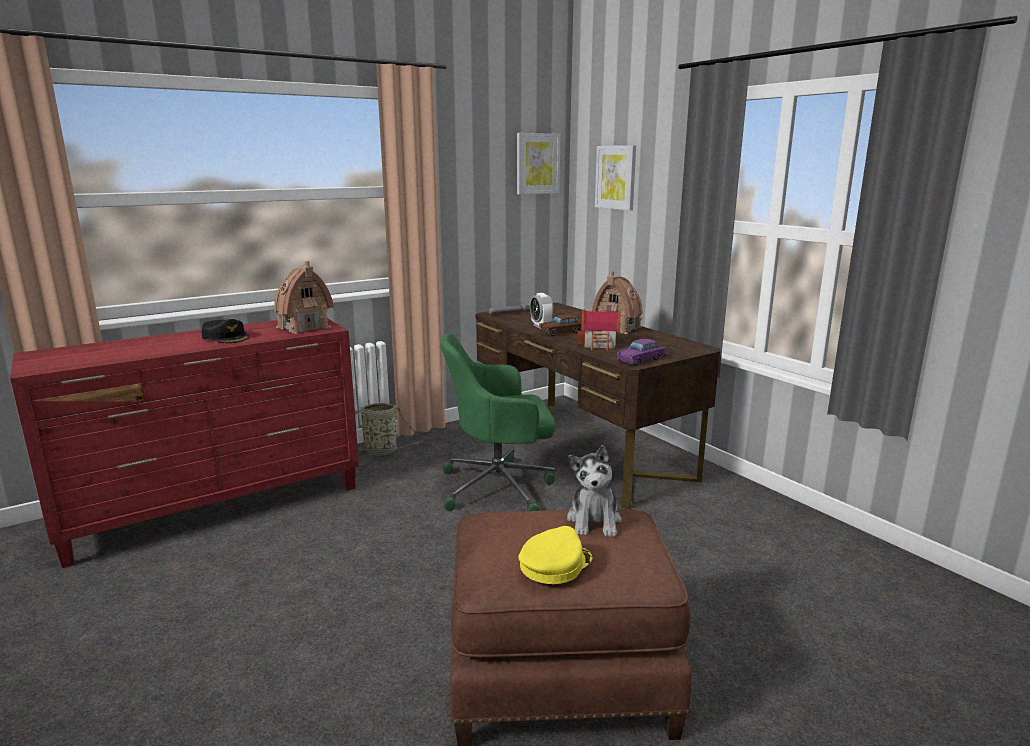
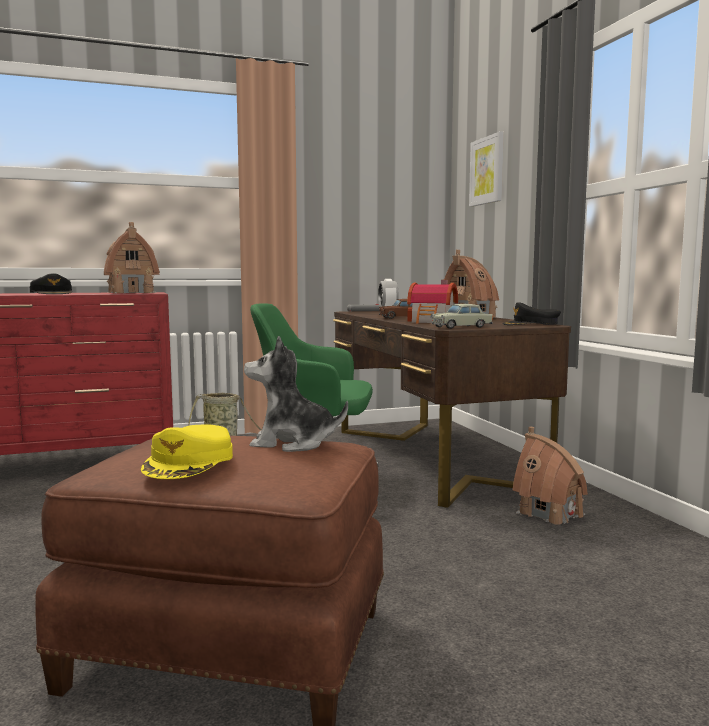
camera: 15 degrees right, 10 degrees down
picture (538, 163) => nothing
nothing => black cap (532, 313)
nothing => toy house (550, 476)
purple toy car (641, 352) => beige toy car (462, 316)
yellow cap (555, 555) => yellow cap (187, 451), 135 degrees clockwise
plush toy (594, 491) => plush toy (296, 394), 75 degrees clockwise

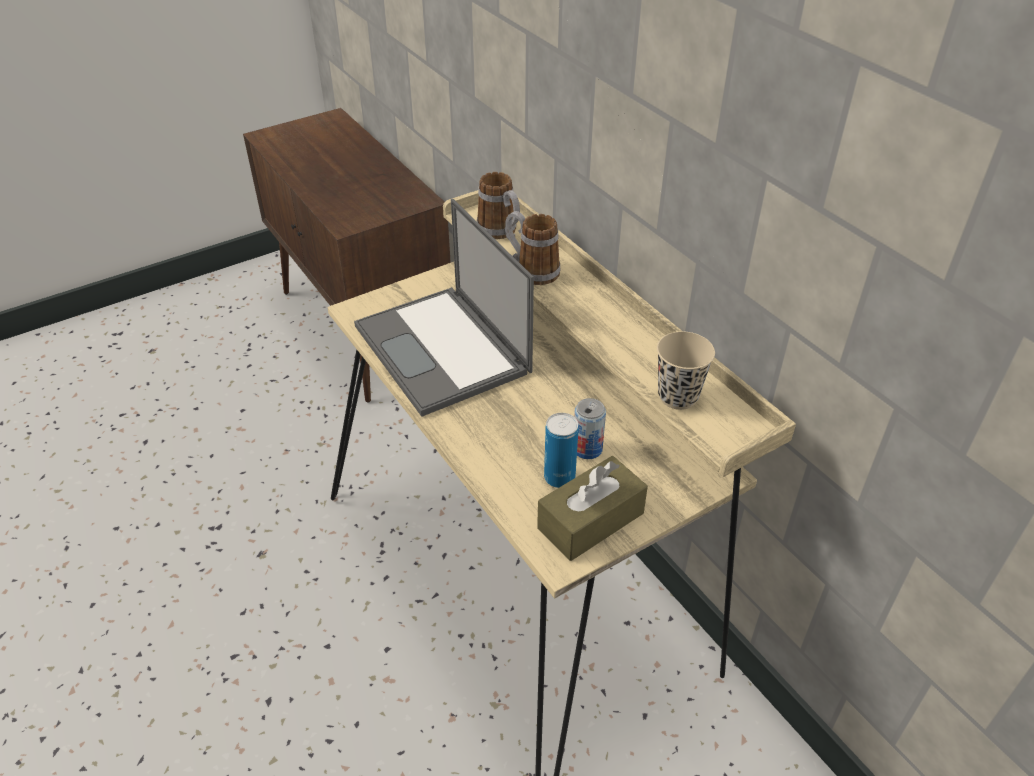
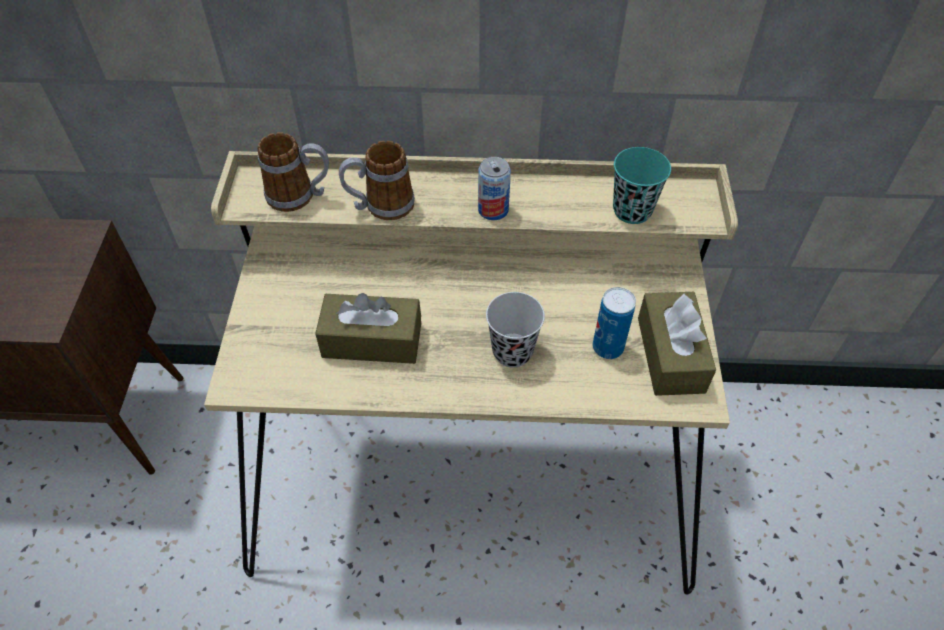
camera: 55 degrees left, 10 degrees up
nothing => black cup (515, 330)
can (590, 428) => can (494, 188), shifted
laptop (444, 308) => brown tissue box (368, 328)
beige cup (686, 370) => turquoise cup (642, 185)

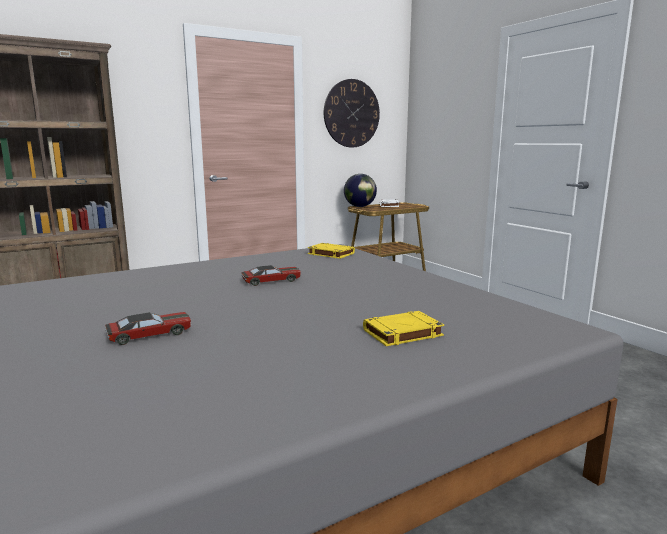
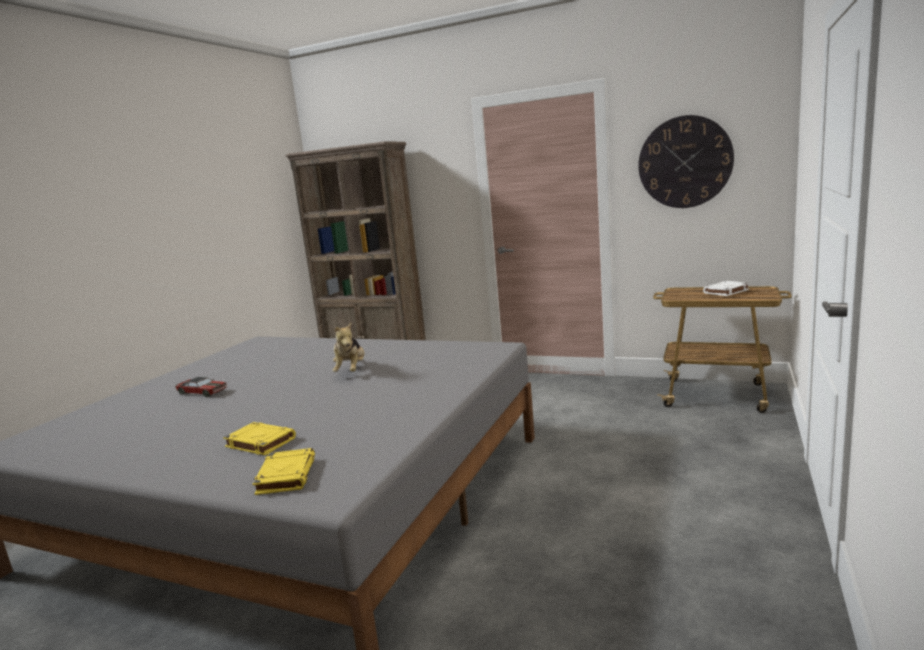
camera: 55 degrees right, 0 degrees up
globe (360, 190) => nothing
yellow book (331, 251) => yellow book (284, 471), shifted
toy car (271, 275) => plush toy (348, 347)

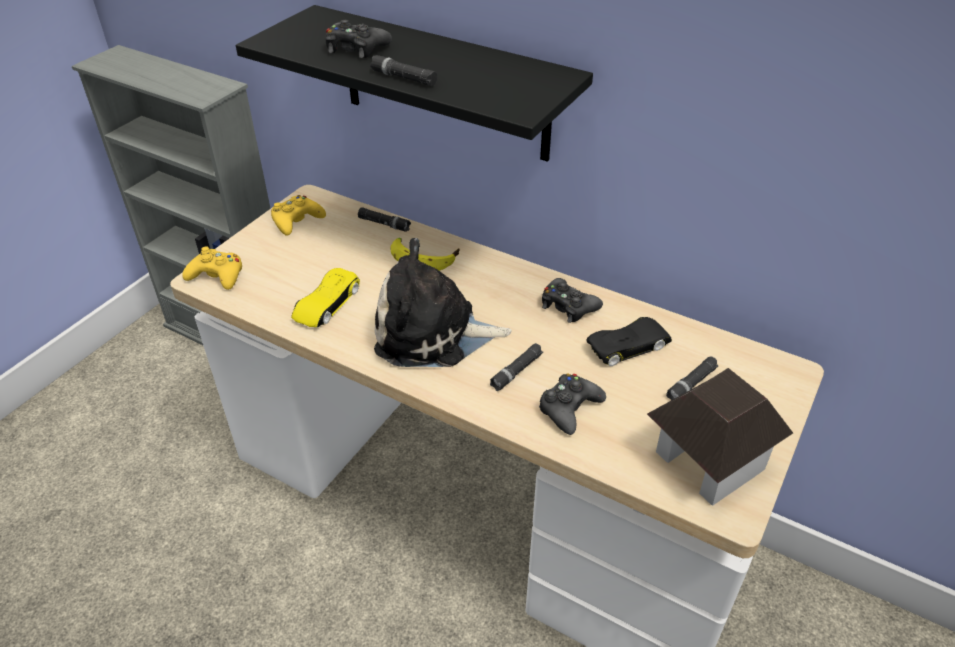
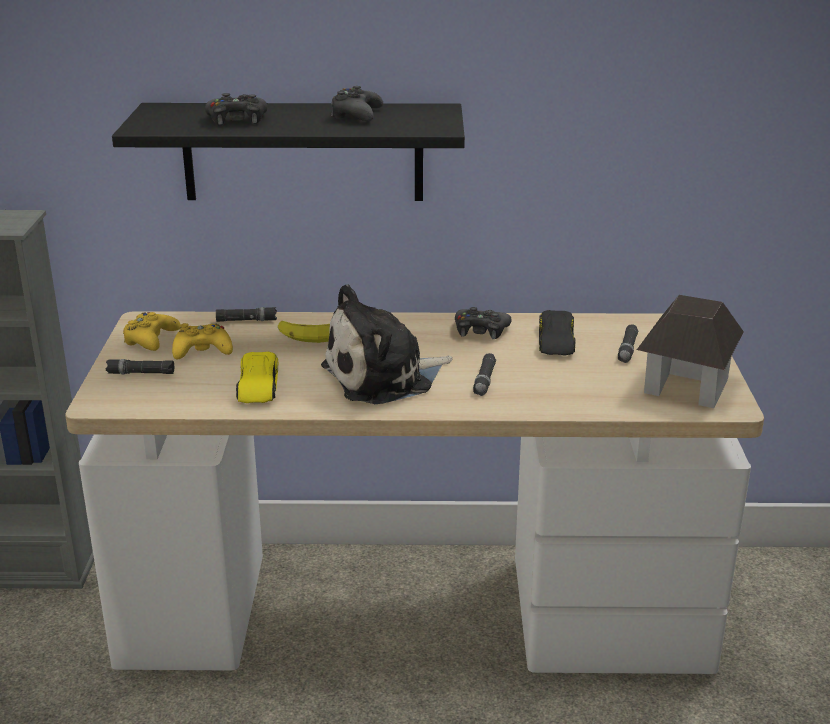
camera: 30 degrees left, 15 degrees down
yellow game controller (212, 268) => yellow game controller (202, 341), shifted
black flashlight (404, 71) => black flashlight (140, 366), shifted
black game controller (572, 404) => black game controller (356, 103), shifted
black toy car (629, 341) => black toy car (557, 333), 150 degrees clockwise

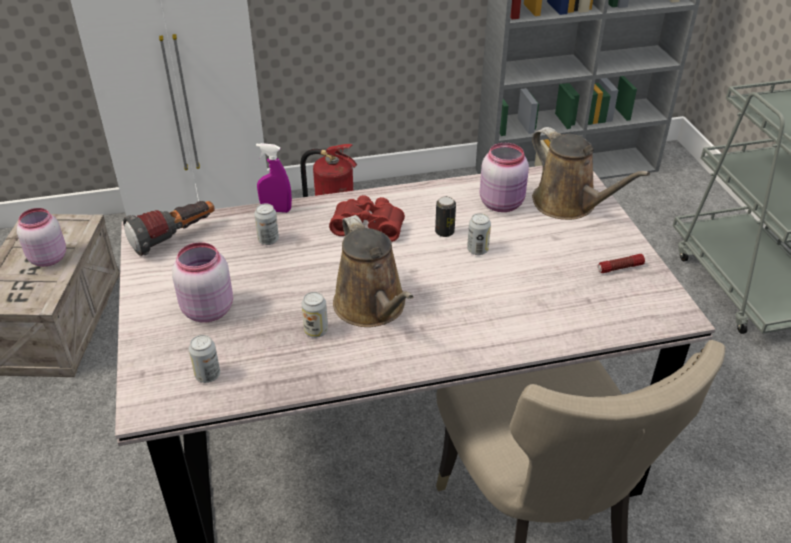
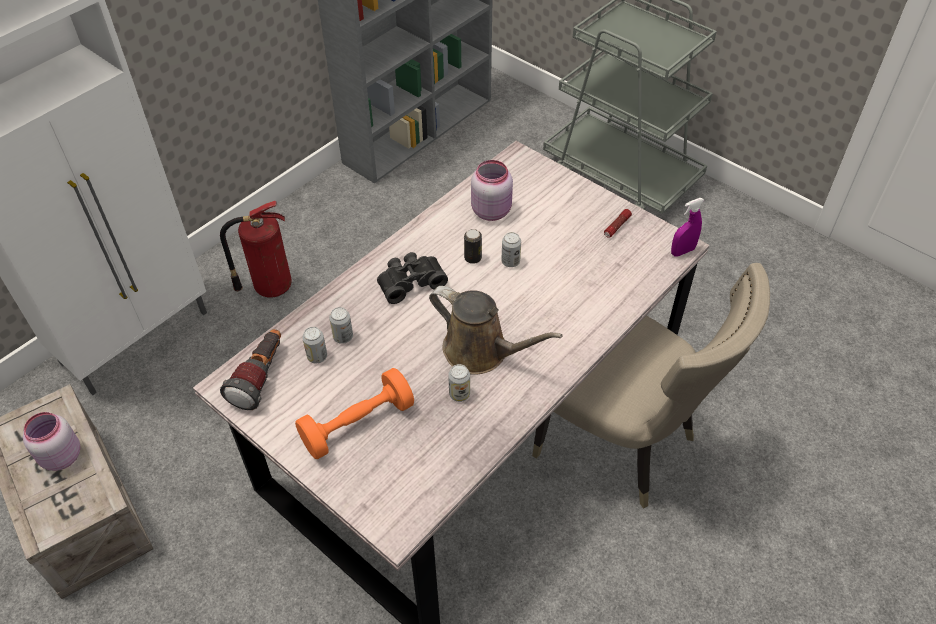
camera: 35 degrees left, 10 degrees up
brown watering can (591, 173) => nothing
can (204, 359) => can (314, 345), shifted
purple spray bottle (274, 178) => purple spray bottle (688, 227), shifted
pink jar (202, 282) => orange dumbbell (354, 413)
red binoculars (367, 218) => black binoculars (412, 278)

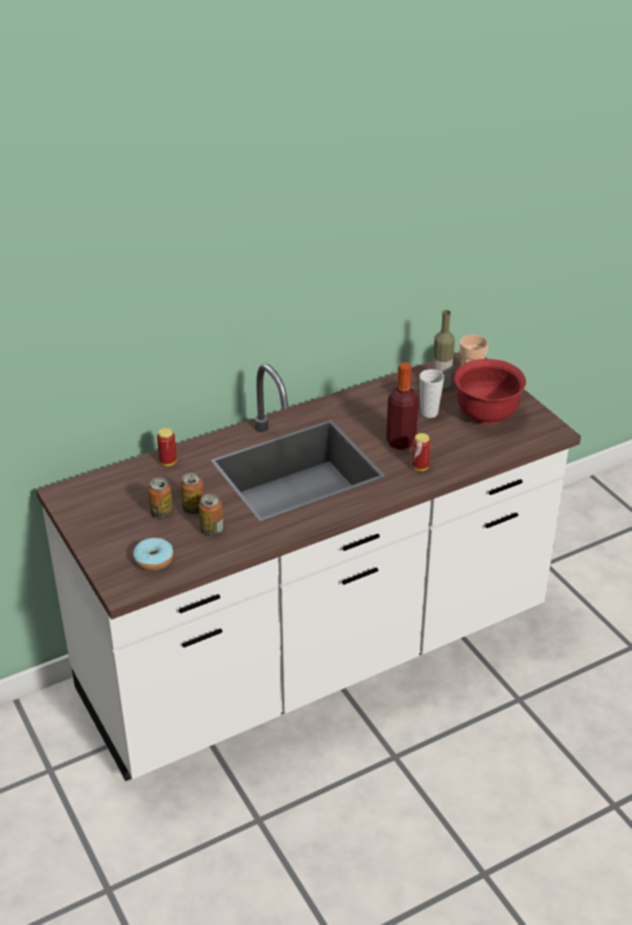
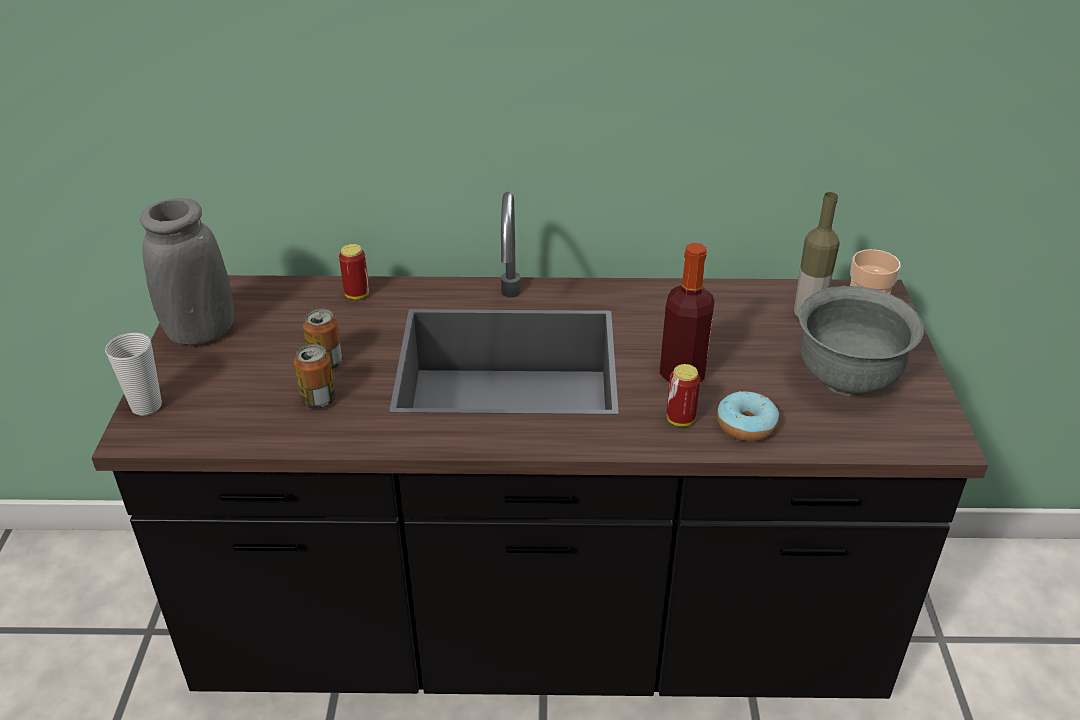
camera: 30 degrees right, 0 degrees up
can (160, 498) => nothing
nothing => grey vase (187, 271)
donut (153, 554) => donut (748, 416), shifted
cup (431, 393) => cup (133, 374), shifted
white counter (308, 566) => black counter (539, 445)
red bowl (490, 392) => grey bowl (861, 341)

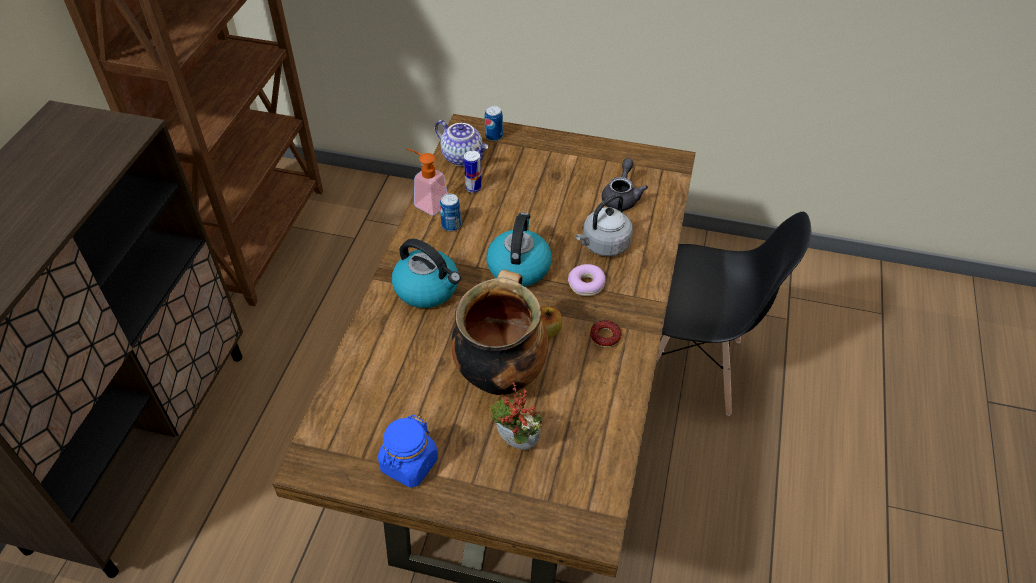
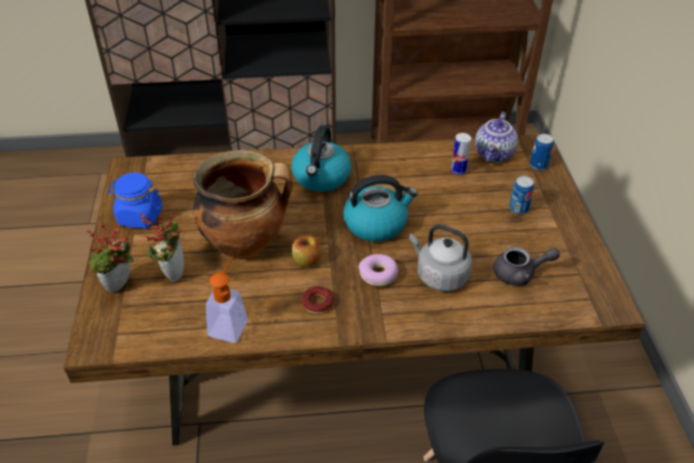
camera: 70 degrees right, 5 degrees down
nothing => potted plant (110, 258)
soap dispenser (427, 182) => soap dispenser (227, 300), shifted
can (450, 212) => can (521, 195), shifted

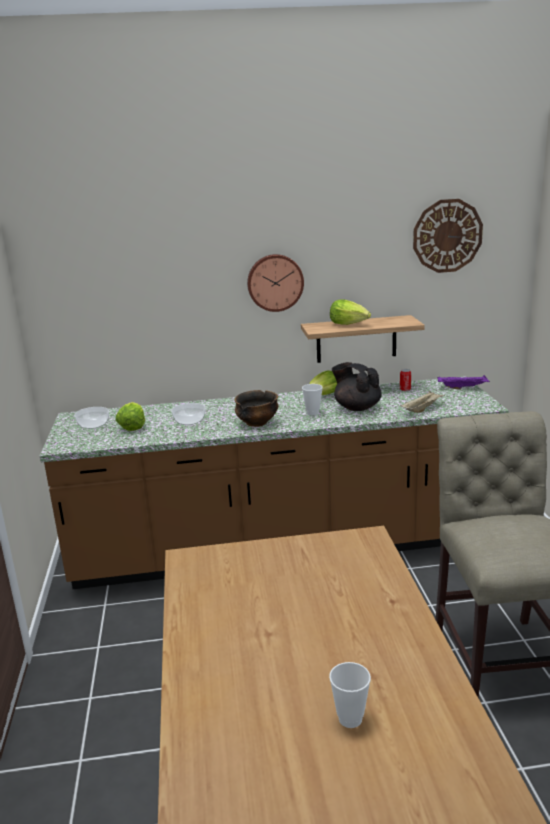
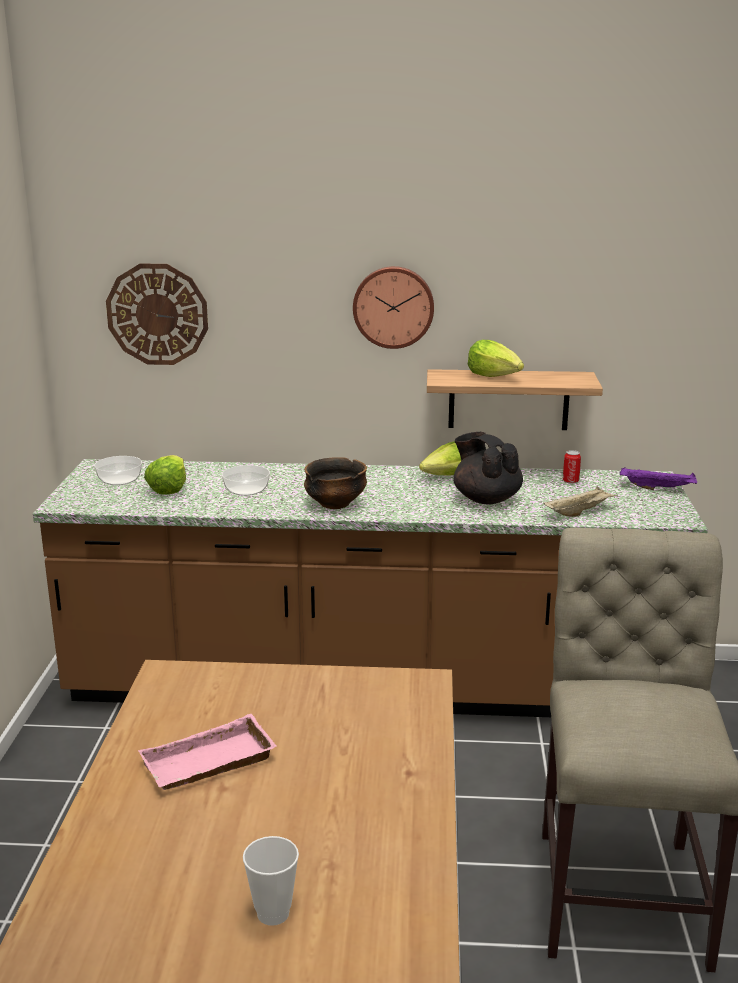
camera: 10 degrees right, 0 degrees up
cup (312, 400) => nothing
nothing => pink tray (207, 752)
wall clock (448, 236) => wall clock (157, 314), shifted

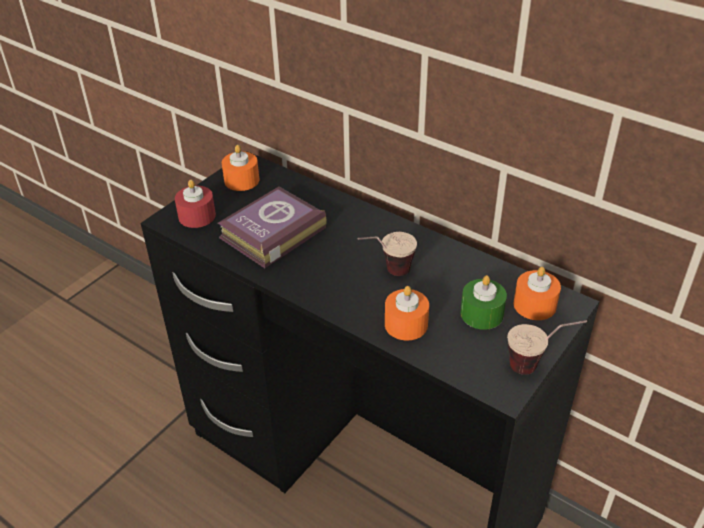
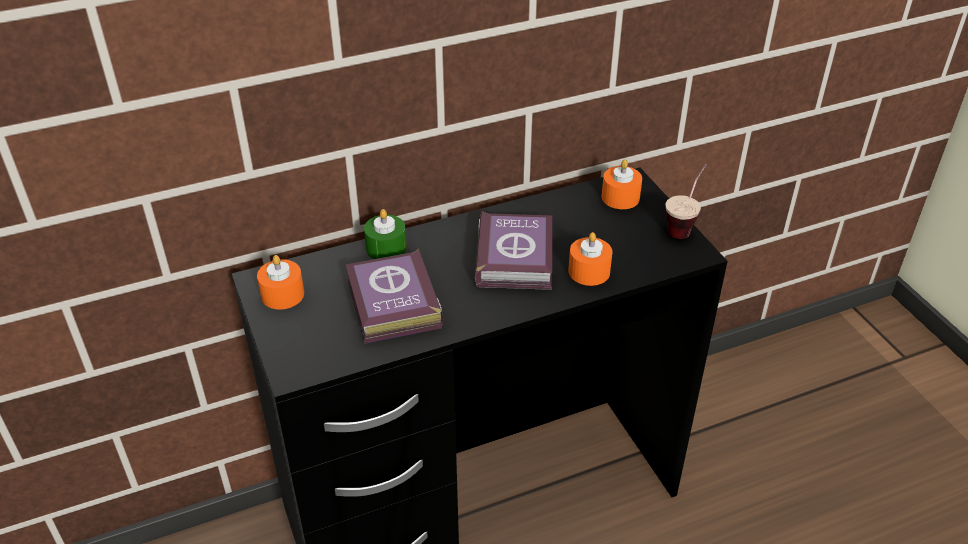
camera: 60 degrees left, 0 degrees up
red candle (195, 204) => nothing
green candle (484, 302) => green candle (385, 234), shifted
cup (387, 254) => book (513, 250)

